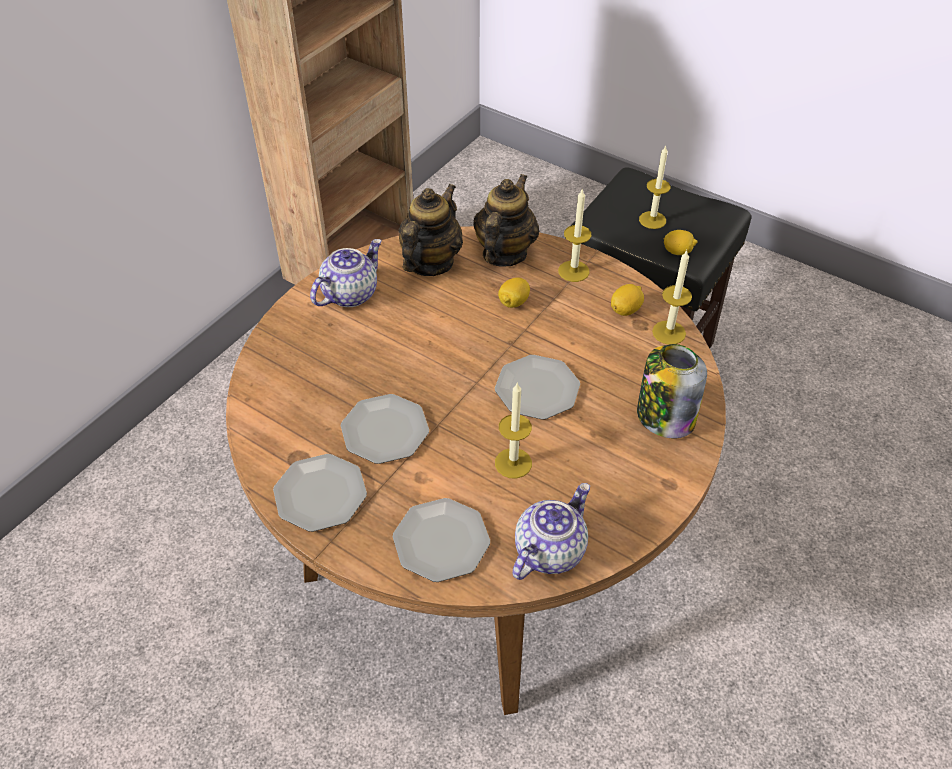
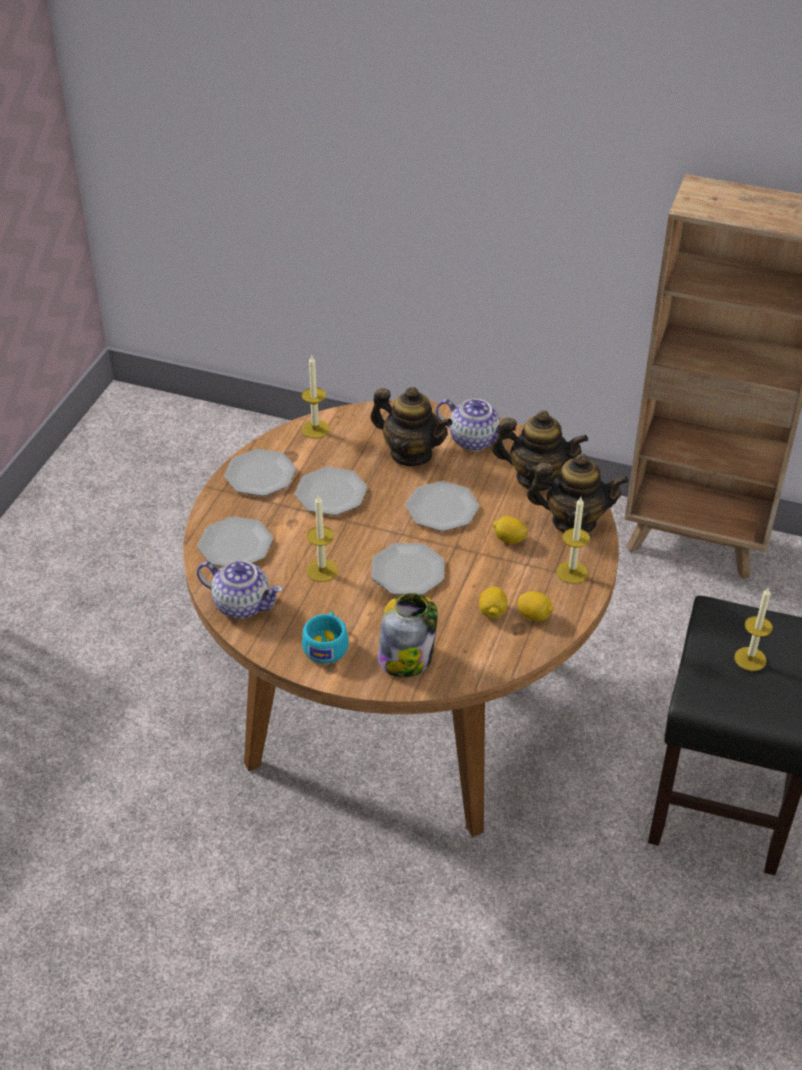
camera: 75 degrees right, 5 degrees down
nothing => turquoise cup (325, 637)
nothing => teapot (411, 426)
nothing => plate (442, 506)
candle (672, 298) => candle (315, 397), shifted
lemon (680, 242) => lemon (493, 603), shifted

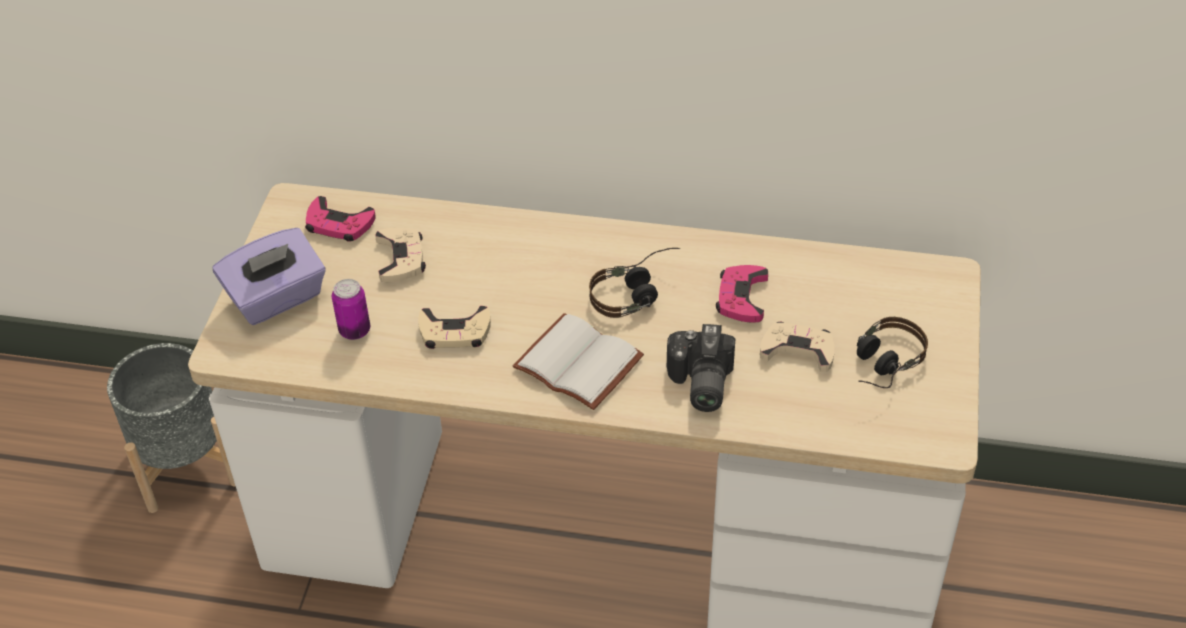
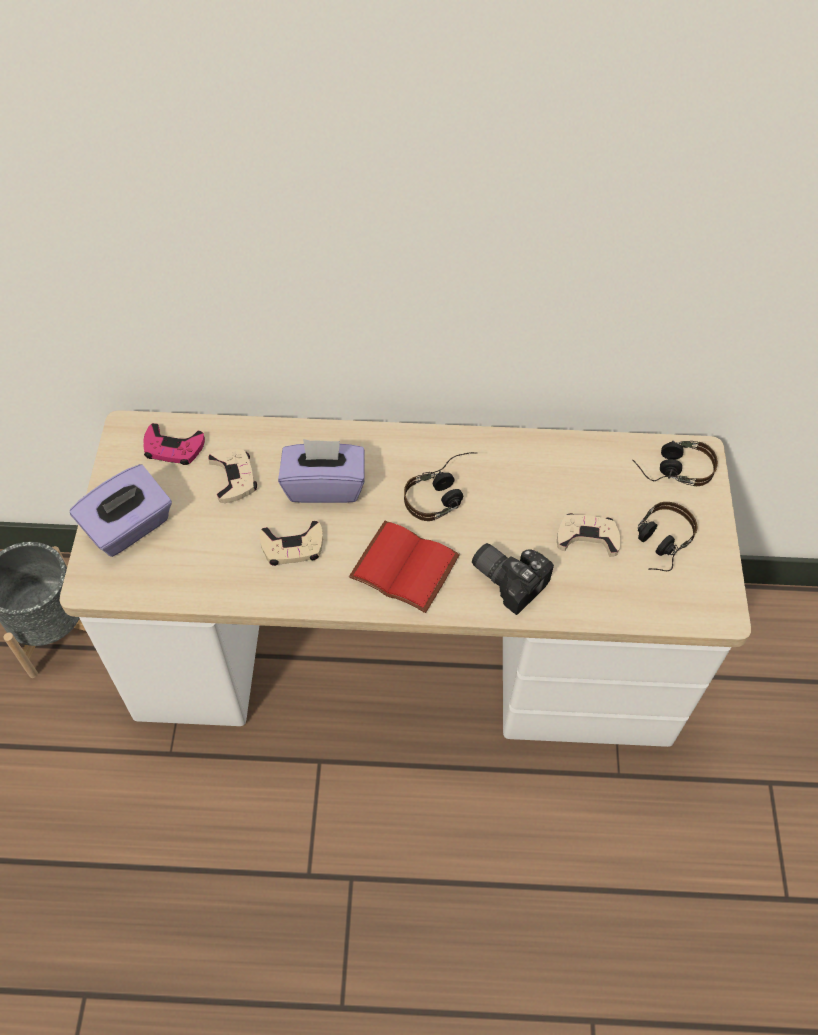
camera: 10 degrees left, 10 degrees up
can (351, 309) => nothing
pink game controller (742, 294) => nothing
nothing => purple tissue box (321, 471)
nothing => headphones (675, 463)
white book (578, 361) => red book (404, 567)
photo camera (701, 368) => photo camera (513, 579), 135 degrees clockwise

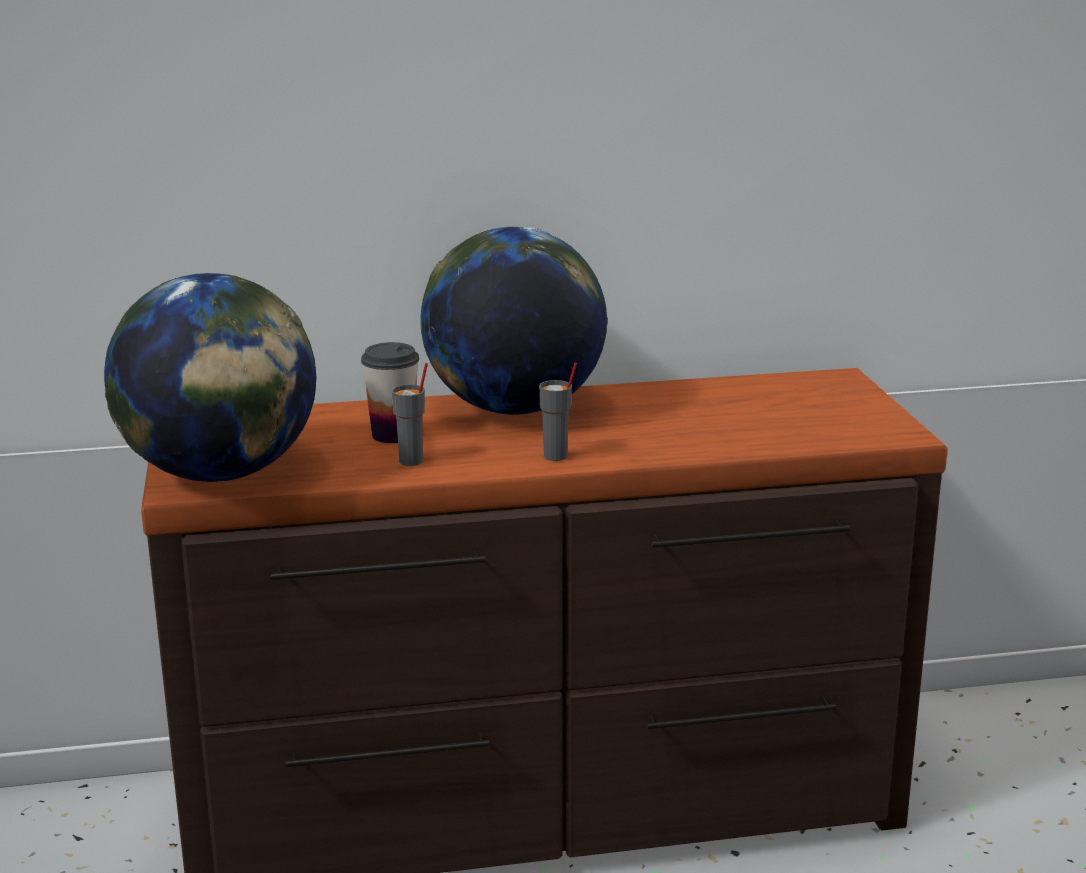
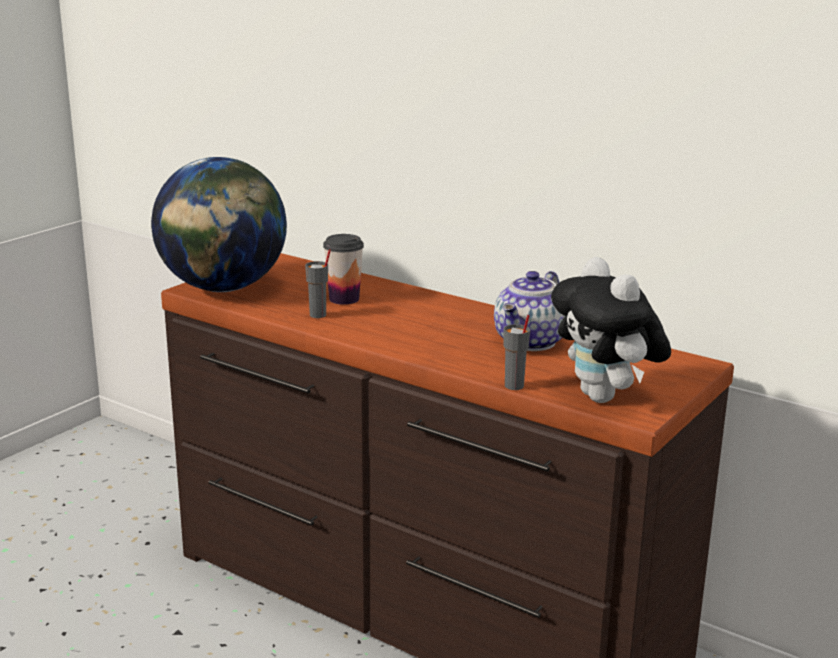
camera: 45 degrees right, 0 degrees up
globe (514, 321) => nothing
nothing => teapot (529, 311)
nothing => plush toy (611, 330)
grey cup (558, 412) => grey cup (516, 352), shifted

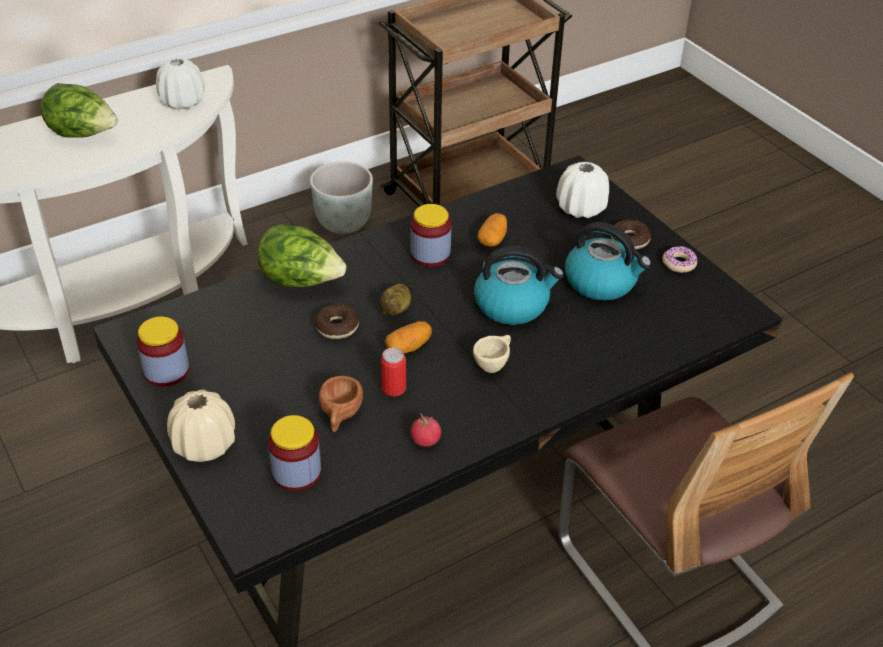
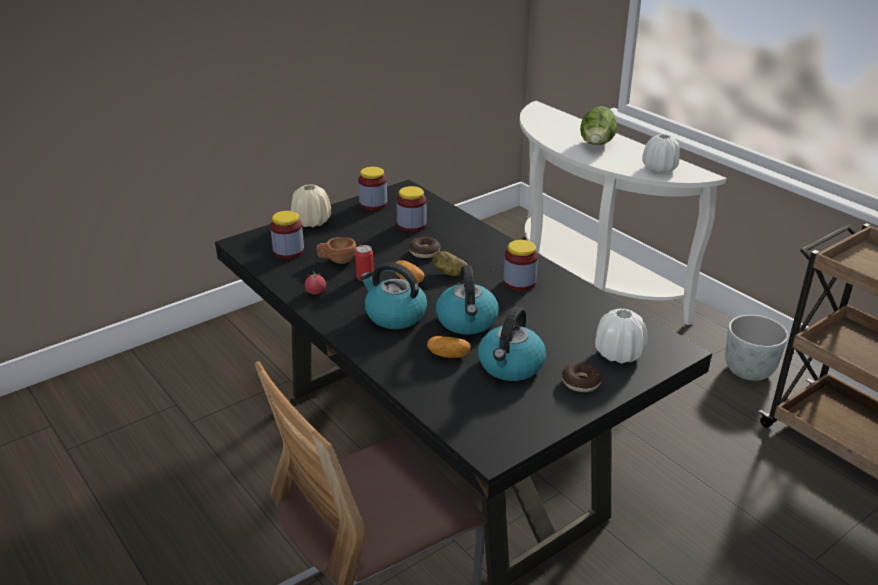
camera: 85 degrees right, 10 degrees down
lettuce (302, 255) => nothing
donut (680, 259) => nothing
nothing => jar (411, 209)
potato (492, 229) => potato (449, 347), shifted
beige cup (492, 354) => kettle (393, 295)

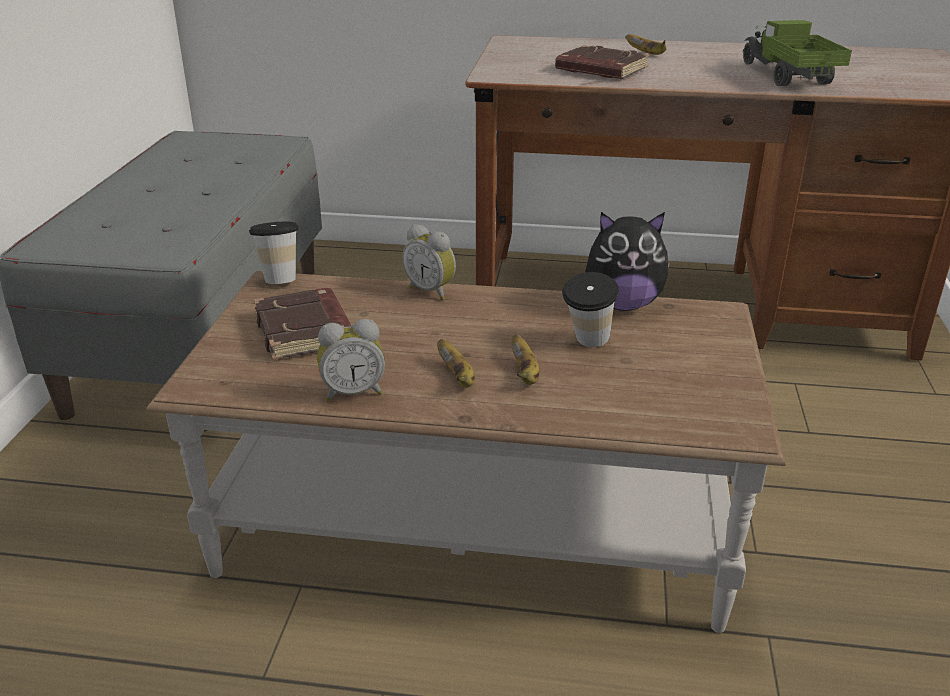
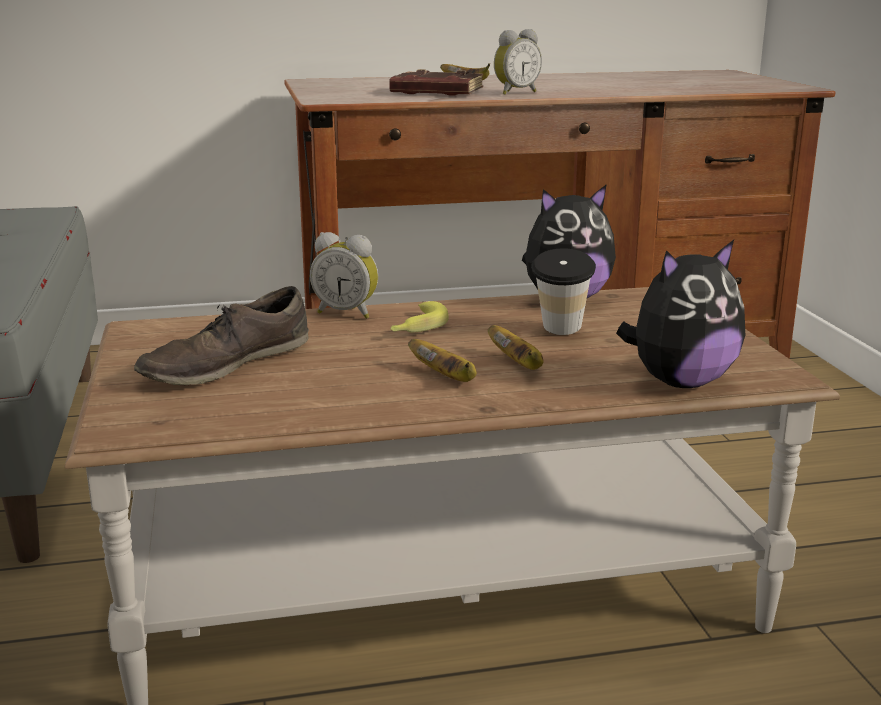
camera: 20 degrees left, 10 degrees down
cup (274, 253) => nothing
toy truck (797, 53) => nothing
nothing => banana (419, 316)
nothing => plush toy (680, 314)
alarm clock (351, 360) => alarm clock (518, 62), shifted
brown book (302, 324) => brown shoe (221, 335)

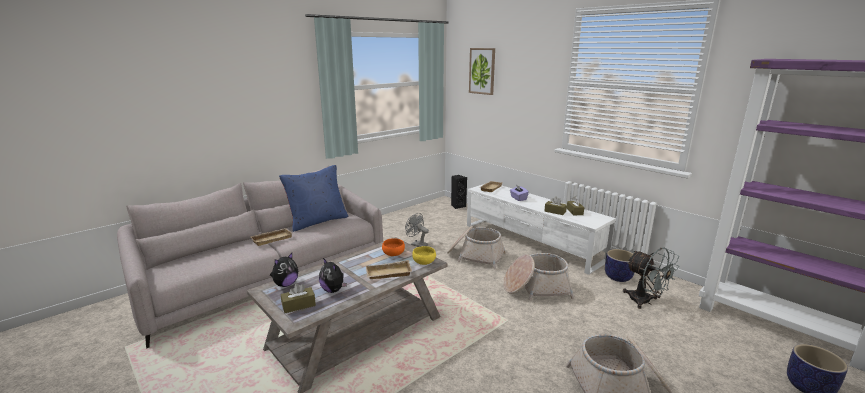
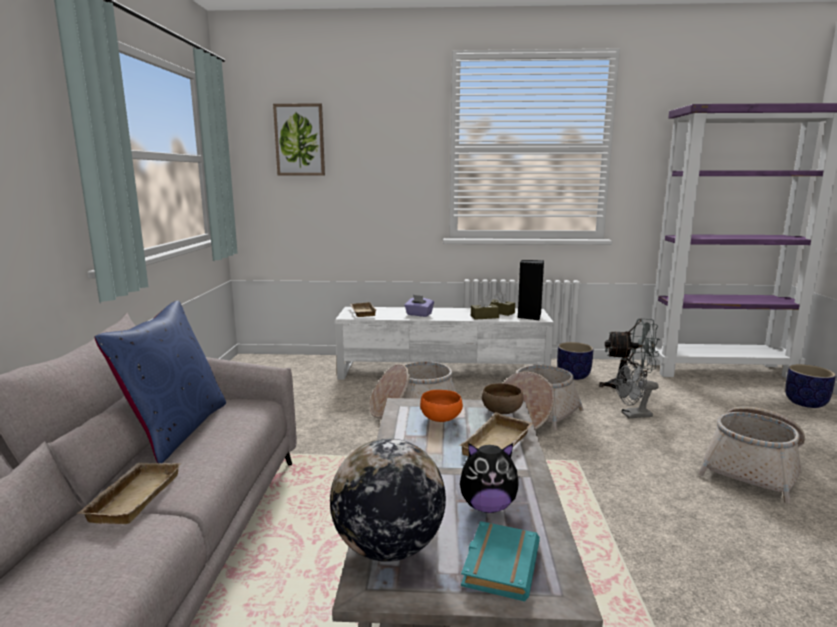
camera: 45 degrees left, 5 degrees down
grey fan (417, 230) => grey fan (637, 389), shifted
black speaker (459, 192) => black speaker (531, 290), shifted
plush toy (284, 270) => globe (388, 500)
brown tissue box (298, 298) => turquoise book (500, 561)
yellow bowl (424, 255) => brown bowl (502, 398)

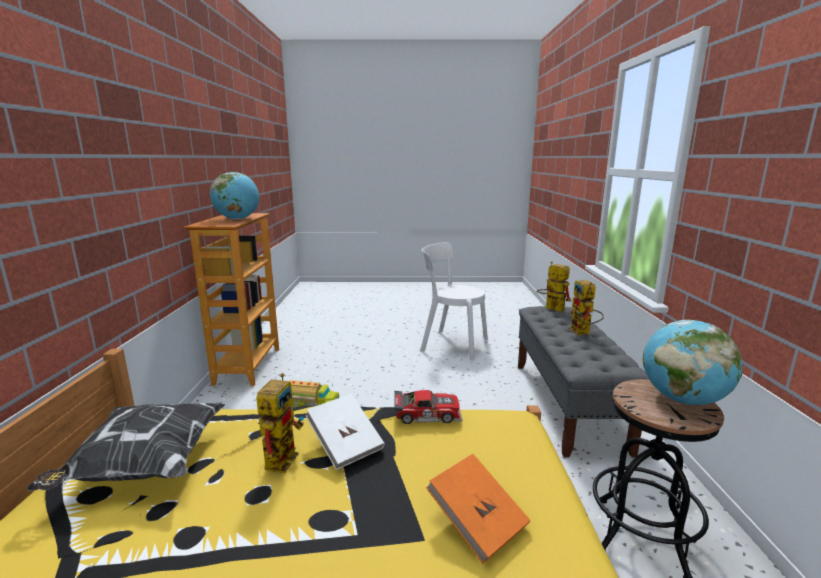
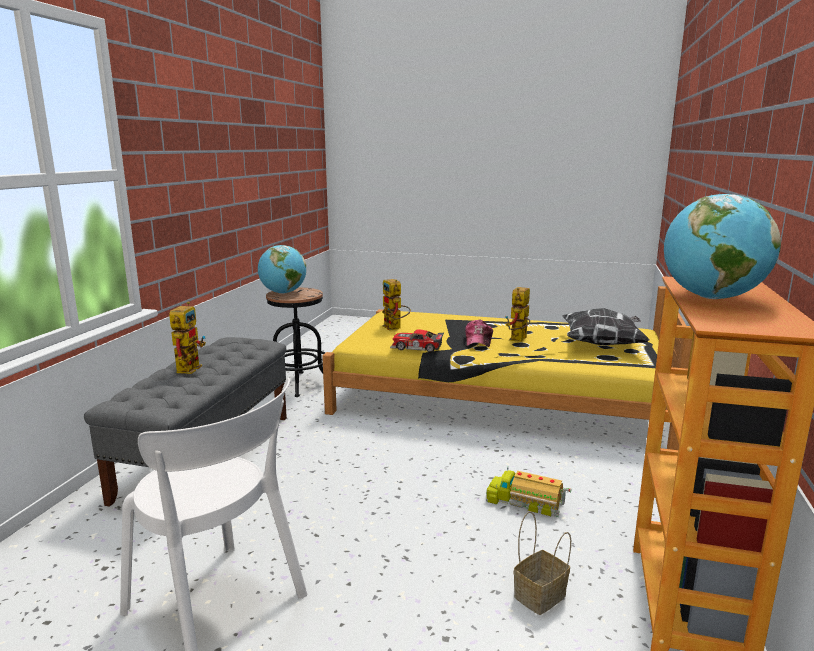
camera: 165 degrees left, 0 degrees up
orange book (478, 509) => nothing
nothing => basket (542, 563)
toy robot (554, 286) => toy robot (396, 305), shifted
white book (345, 432) => cap (479, 333)

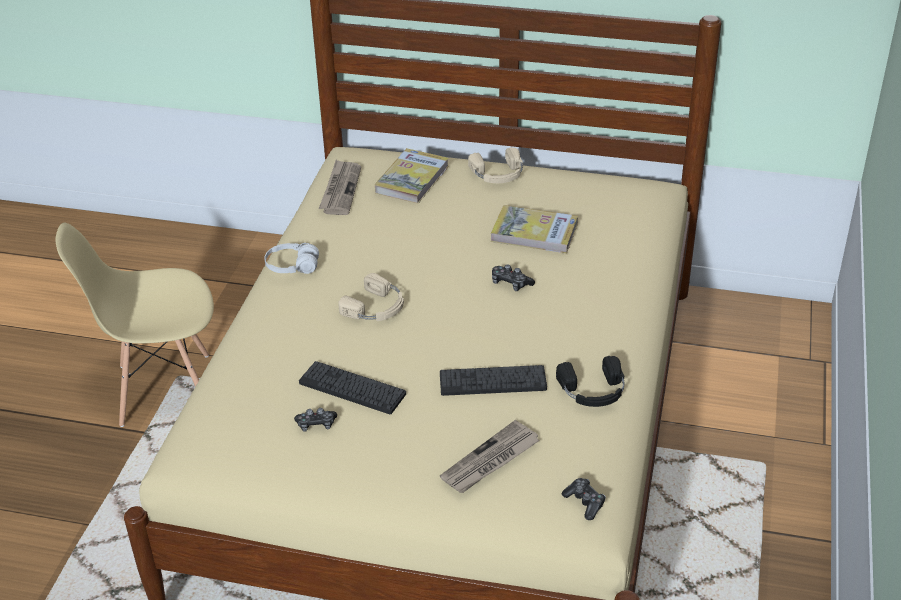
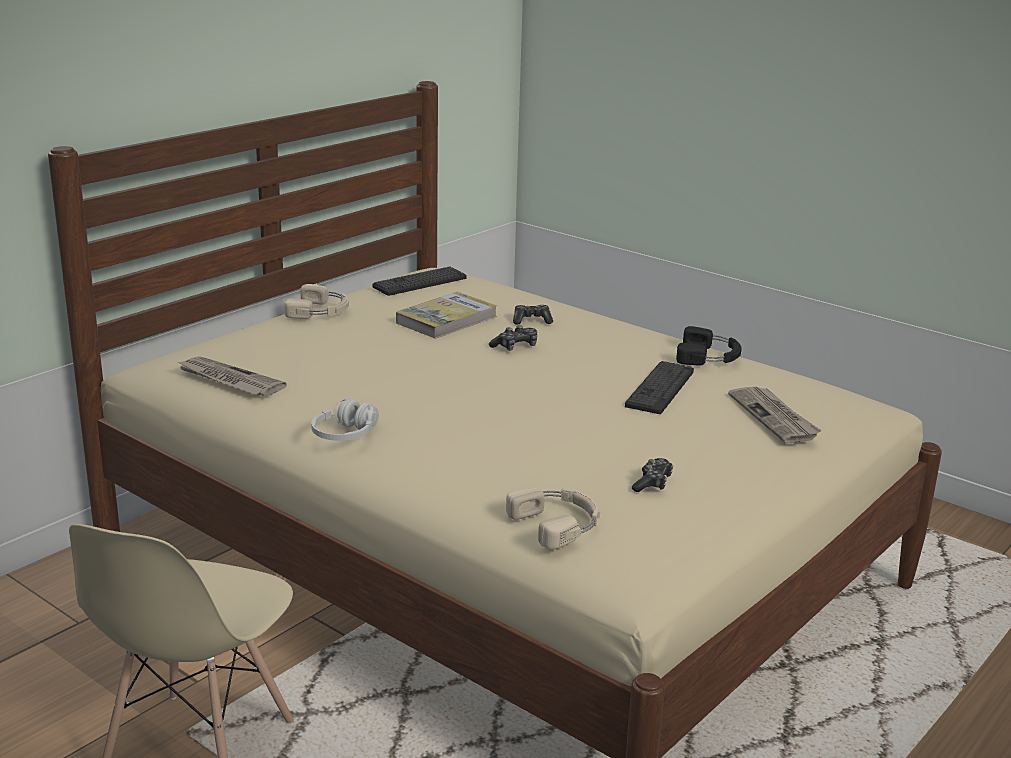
camera: 65 degrees left, 15 degrees down
book (412, 176) => nothing
keyboard (352, 387) => keyboard (419, 281), shifted
beige headphones (371, 297) => beige headphones (553, 518), shifted
game controller (584, 499) => game controller (533, 315), shifted

